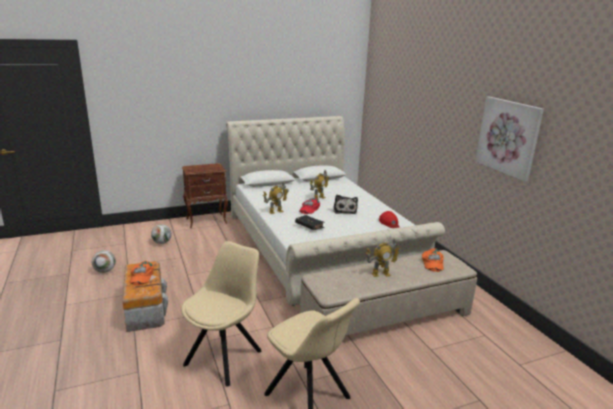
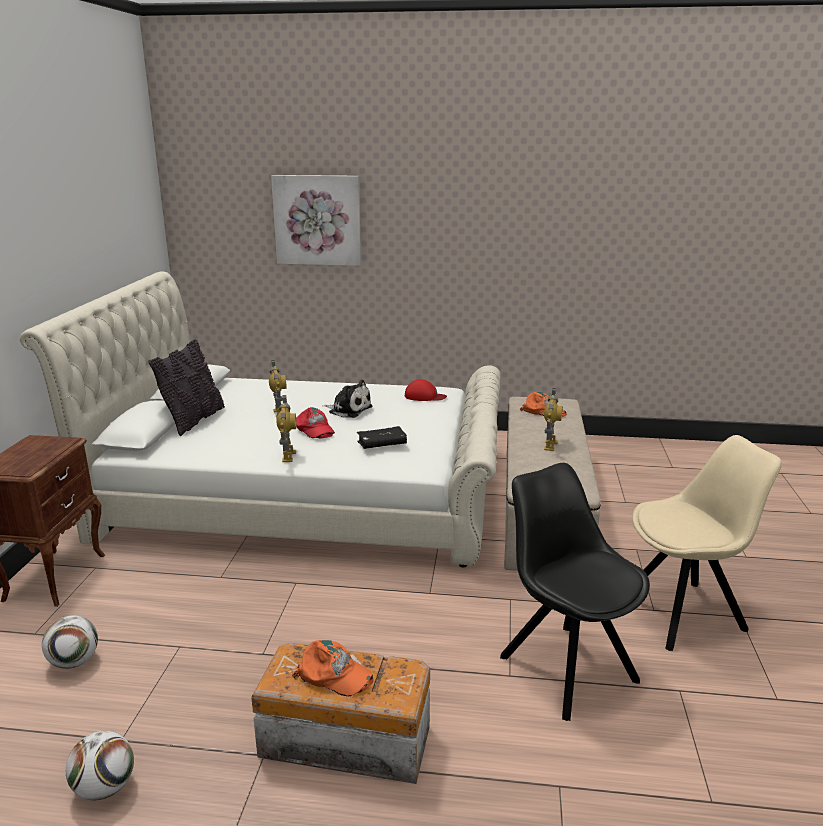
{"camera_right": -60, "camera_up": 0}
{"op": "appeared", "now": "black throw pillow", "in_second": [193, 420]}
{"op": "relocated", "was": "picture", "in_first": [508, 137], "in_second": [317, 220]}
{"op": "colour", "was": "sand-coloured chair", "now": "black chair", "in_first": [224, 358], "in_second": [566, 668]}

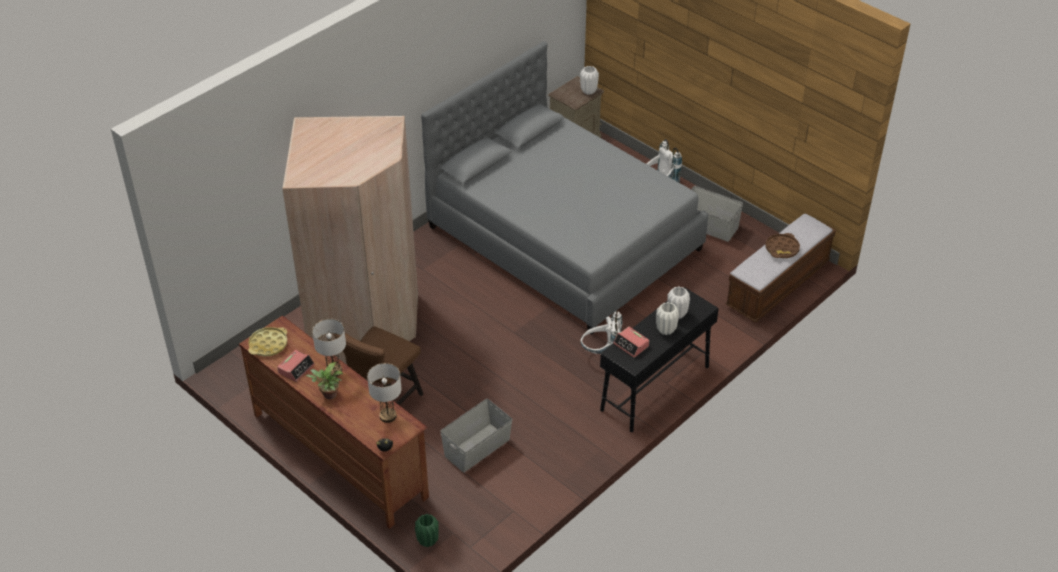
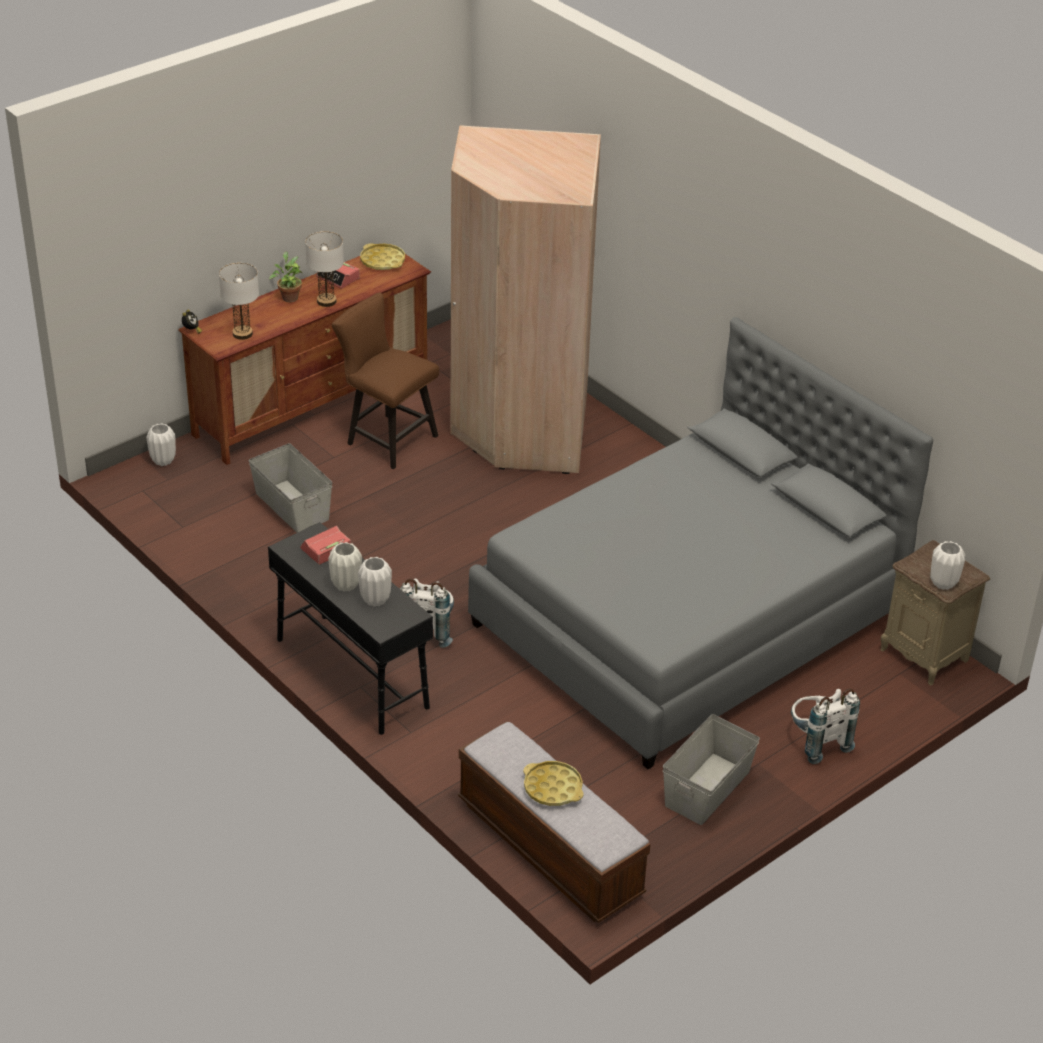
{"camera_right": 95, "camera_up": -5}
{"op": "colour", "was": "green decorative vase", "now": "white-coloured decorative vase", "in_first": [427, 541], "in_second": [163, 461]}
{"op": "colour", "was": "brownish carrying tray", "now": "yellow carrying tray", "in_first": [782, 249], "in_second": [553, 788]}

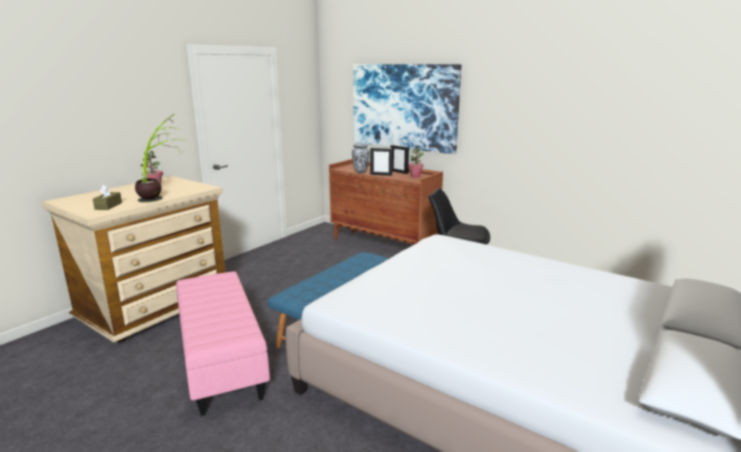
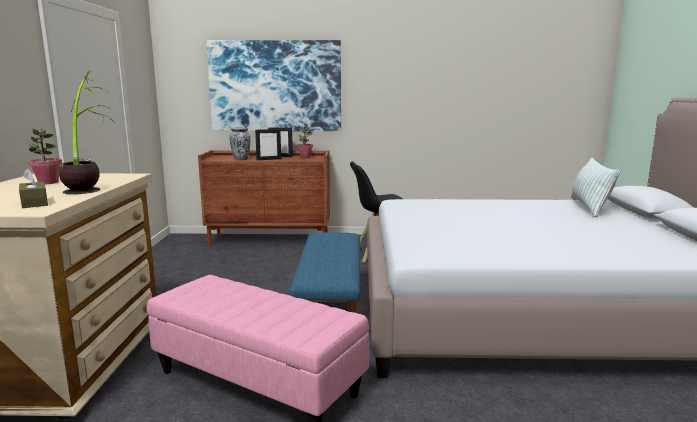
{"camera_right": -35, "camera_up": -5}
{"op": "appeared", "now": "throw pillow", "in_second": [589, 207]}

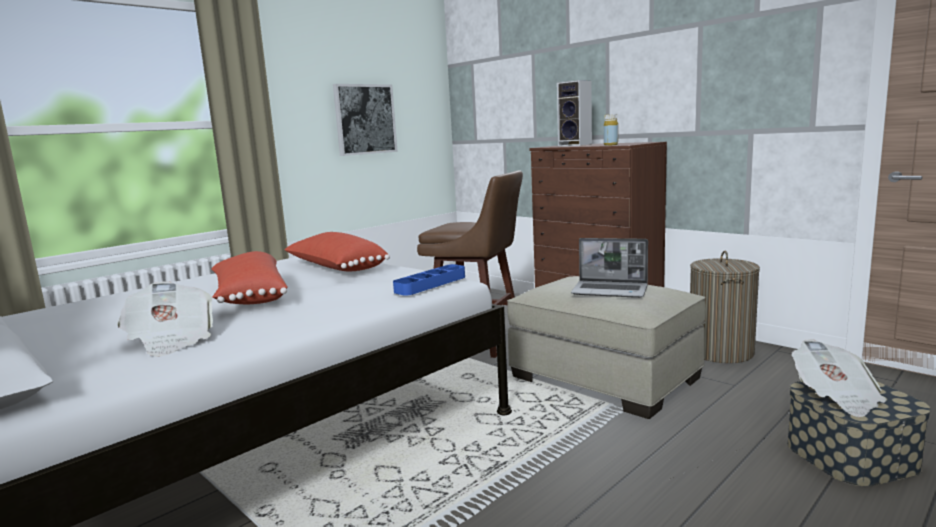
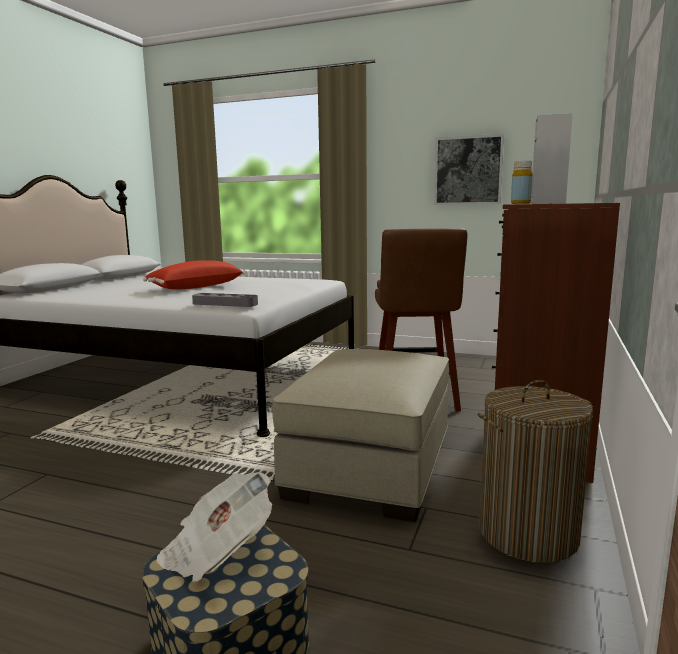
{"camera_right": 65, "camera_up": 0}
{"op": "missing", "was": "newspaper", "in_first": [171, 340]}
{"op": "missing", "was": "red throw pillow", "in_first": [336, 268]}
{"op": "missing", "was": "notebook computer", "in_first": [611, 291]}
{"op": "colour", "was": "blue carrying tray", "now": "greyish carrying tray", "in_first": [430, 284], "in_second": [225, 304]}

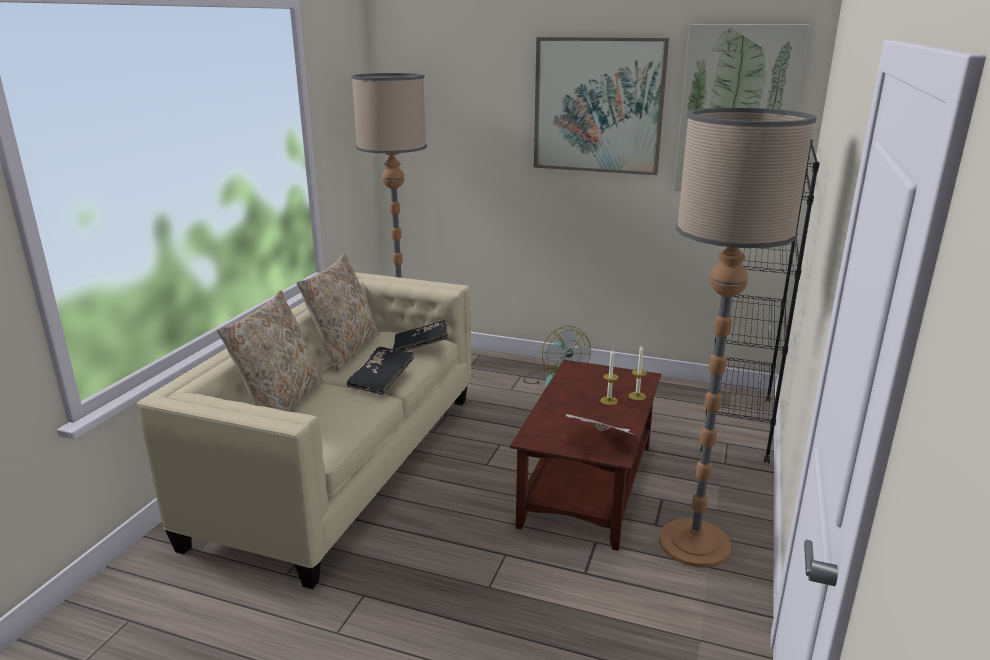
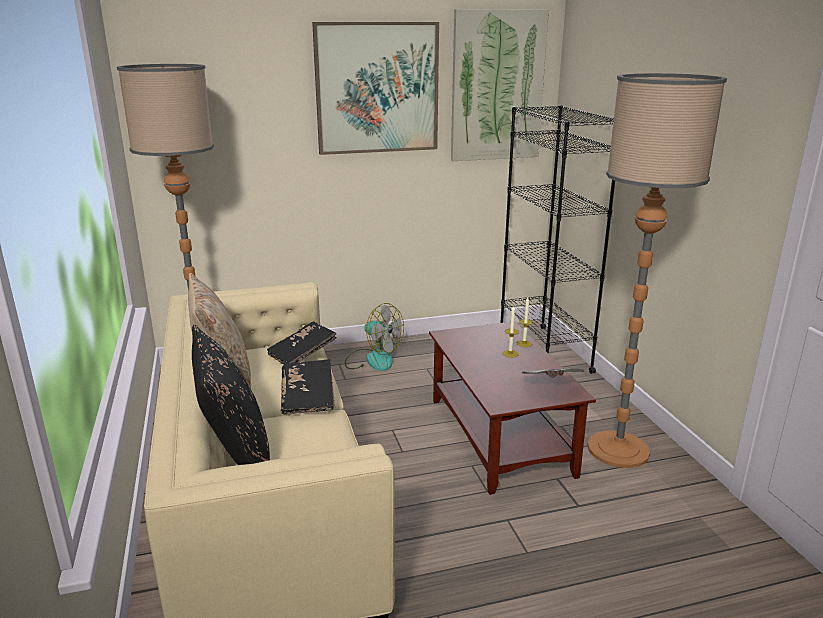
{"camera_right": -35, "camera_up": 0}
{"op": "colour", "was": "sand-coloured throw pillow", "now": "black throw pillow", "in_first": [280, 404], "in_second": [236, 456]}

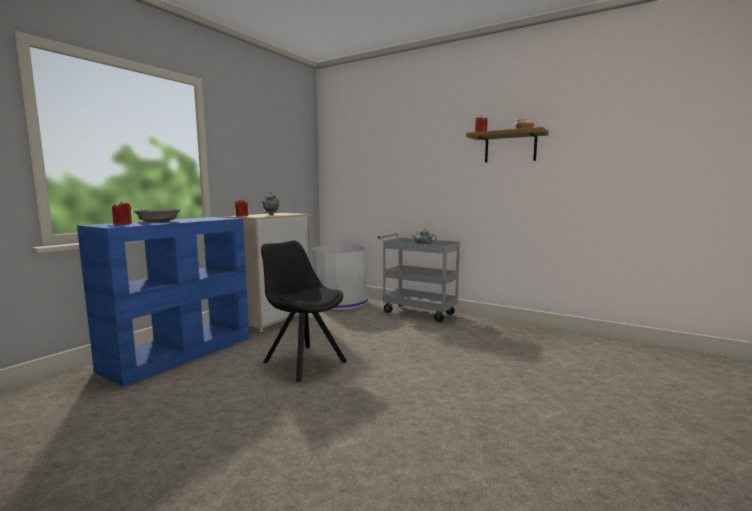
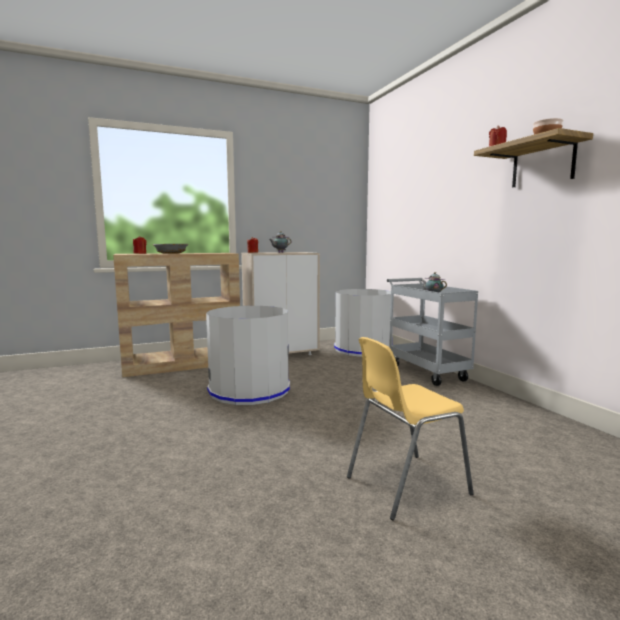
{"camera_right": 35, "camera_up": 0}
{"op": "appeared", "now": "yellow chair", "in_second": [405, 485]}
{"op": "exchanged", "was": "black chair", "now": "greyish rubbish bin", "in_first": [304, 362], "in_second": [249, 390]}
{"op": "colour", "was": "blue shelving unit", "now": "brownish shelving unit", "in_first": [178, 353], "in_second": [182, 364]}

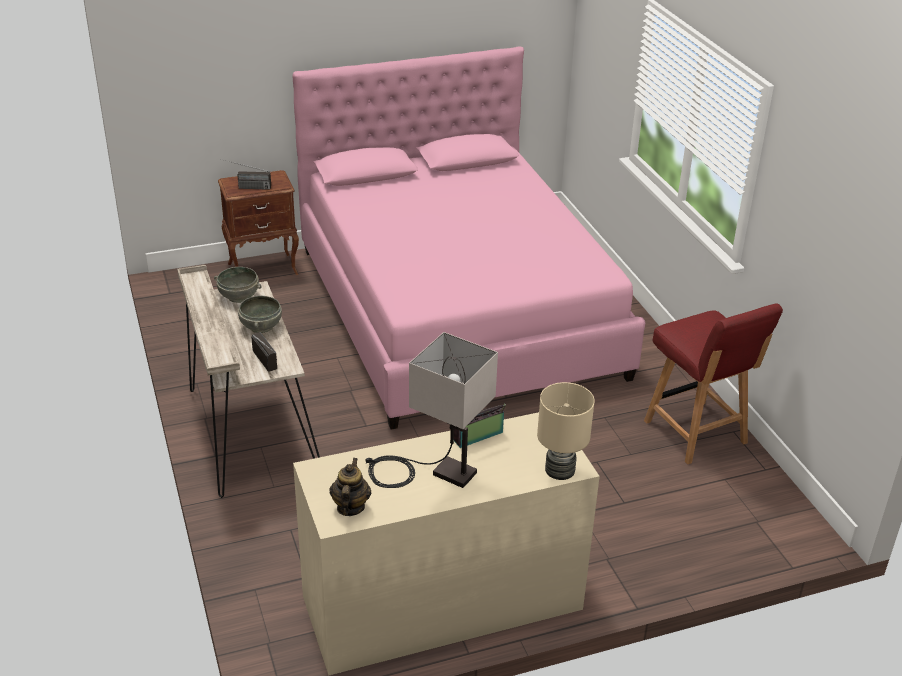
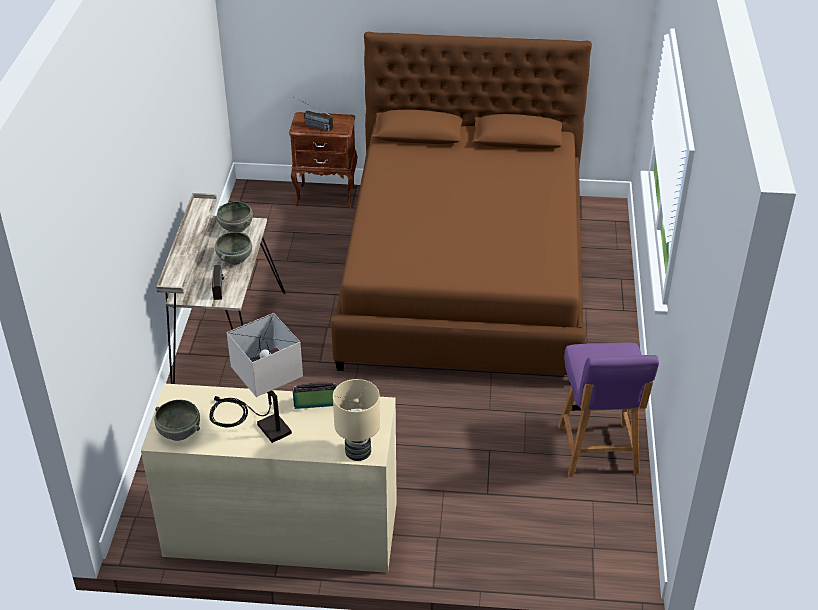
{"camera_right": 25, "camera_up": 5}
{"op": "exchanged", "was": "teapot", "now": "greyish serving bowl", "in_first": [350, 507], "in_second": [178, 432]}
{"op": "colour", "was": "pink sleeping bed", "now": "brownish sleeping bed", "in_first": [457, 311], "in_second": [464, 277]}
{"op": "colour", "was": "red chair", "now": "purple chair", "in_first": [696, 433], "in_second": [598, 451]}

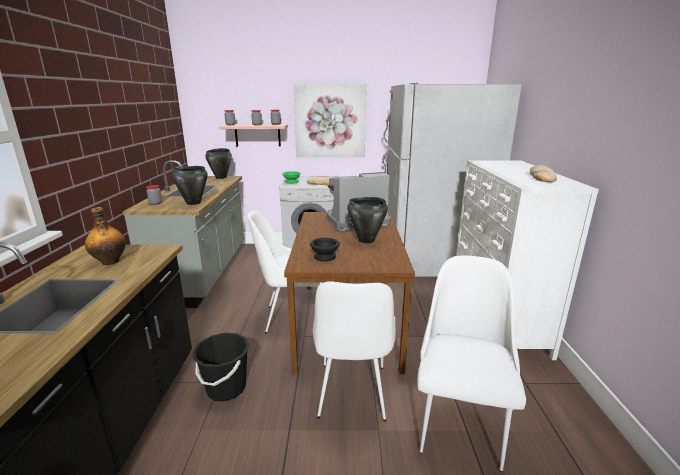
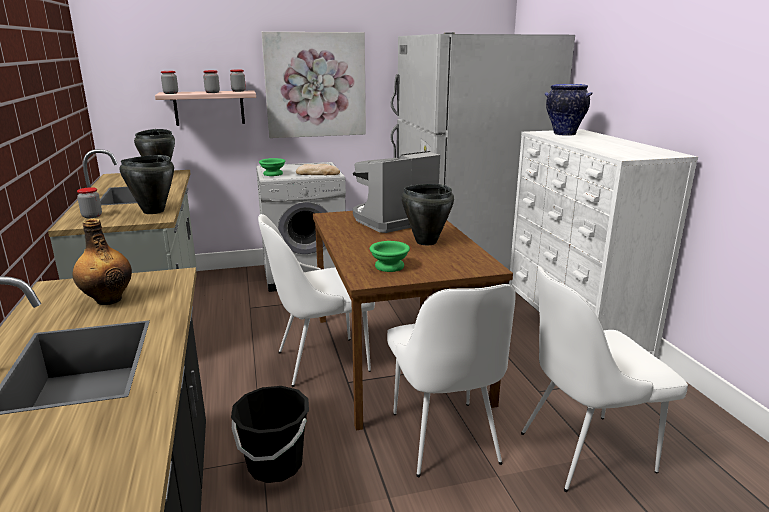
{"camera_right": -15, "camera_up": 0}
{"op": "missing", "was": "baked bread", "in_first": [541, 177]}
{"op": "appeared", "now": "decorative vase", "in_second": [563, 134]}
{"op": "colour", "was": "black serving bowl", "now": "green serving bowl", "in_first": [325, 257], "in_second": [390, 266]}
{"op": "spun", "was": "white-coloured chair", "in_first": [458, 425], "in_second": [585, 452], "clockwise": -105}

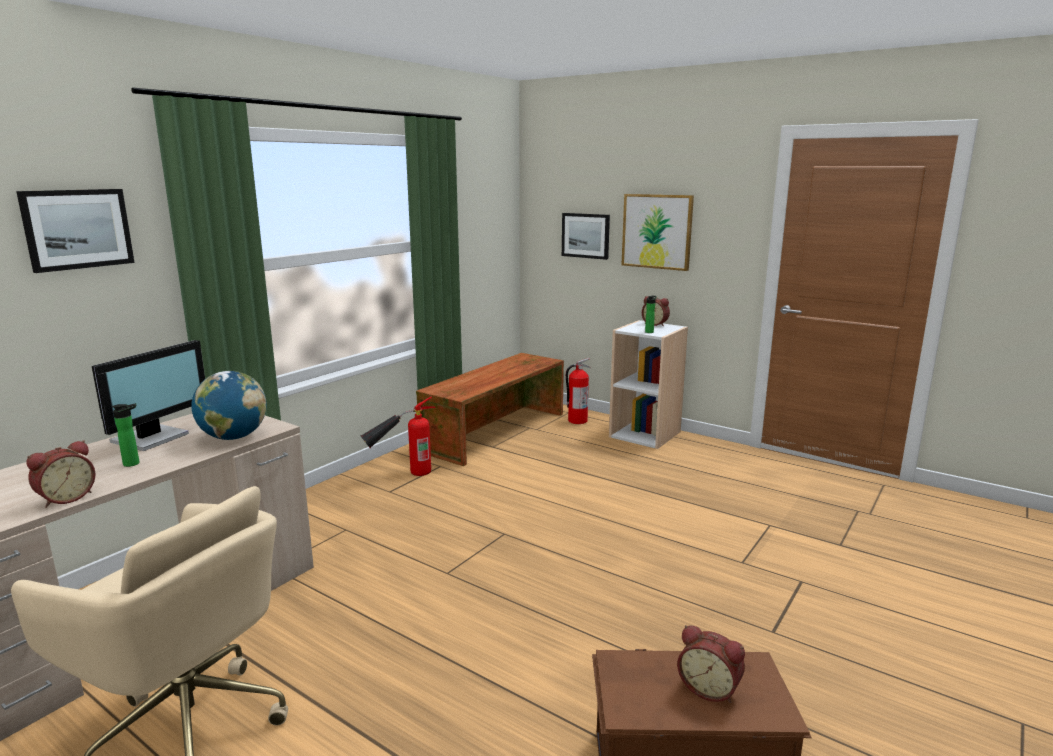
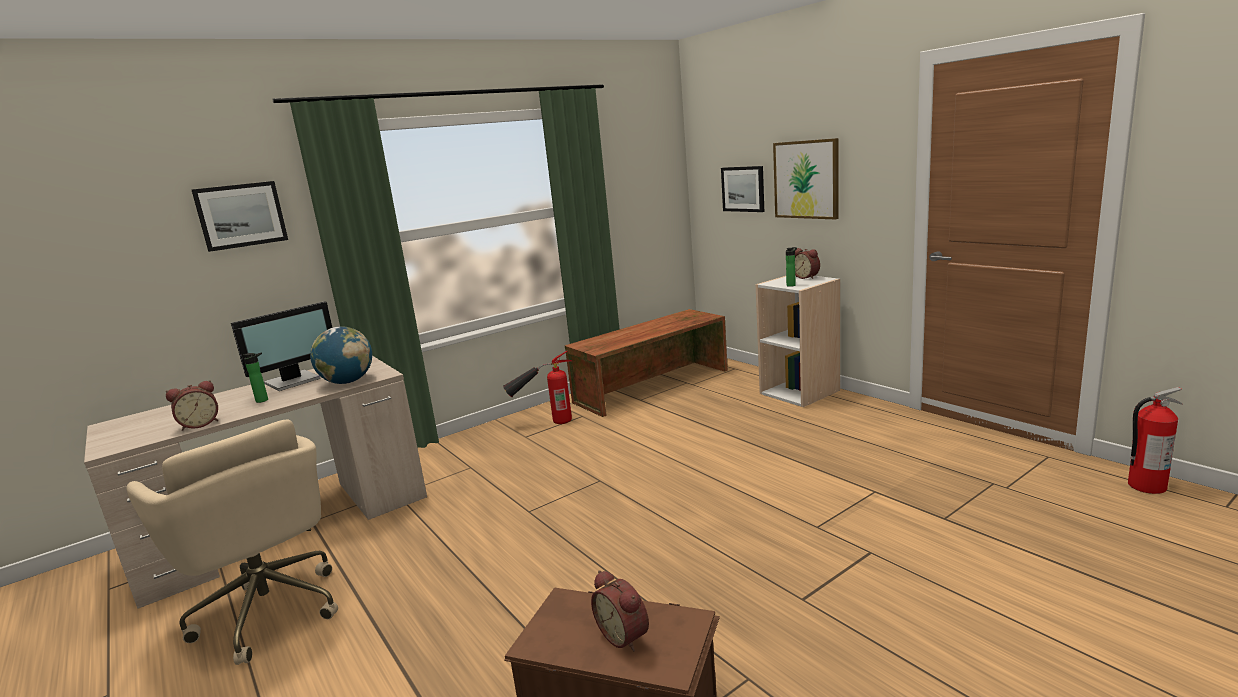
{"camera_right": 20, "camera_up": 0}
{"op": "relocated", "was": "extinguisher", "in_first": [577, 421], "in_second": [1145, 486]}

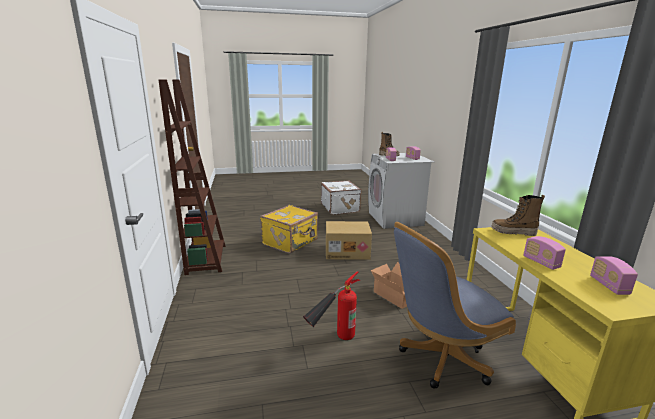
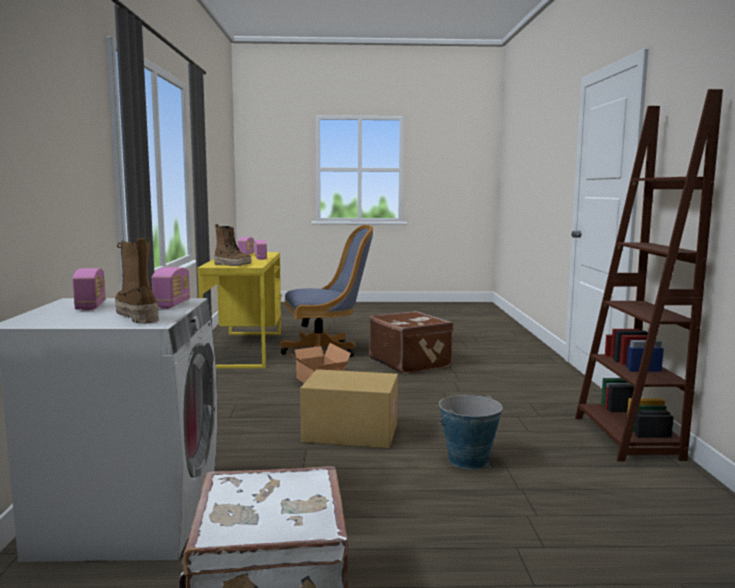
{"camera_right": -170, "camera_up": -10}
{"op": "exchanged", "was": "yellow piece of luggage", "now": "bucket", "in_first": [291, 242], "in_second": [468, 460]}
{"op": "exchanged", "was": "extinguisher", "now": "brownish piece of luggage", "in_first": [332, 341], "in_second": [410, 363]}

